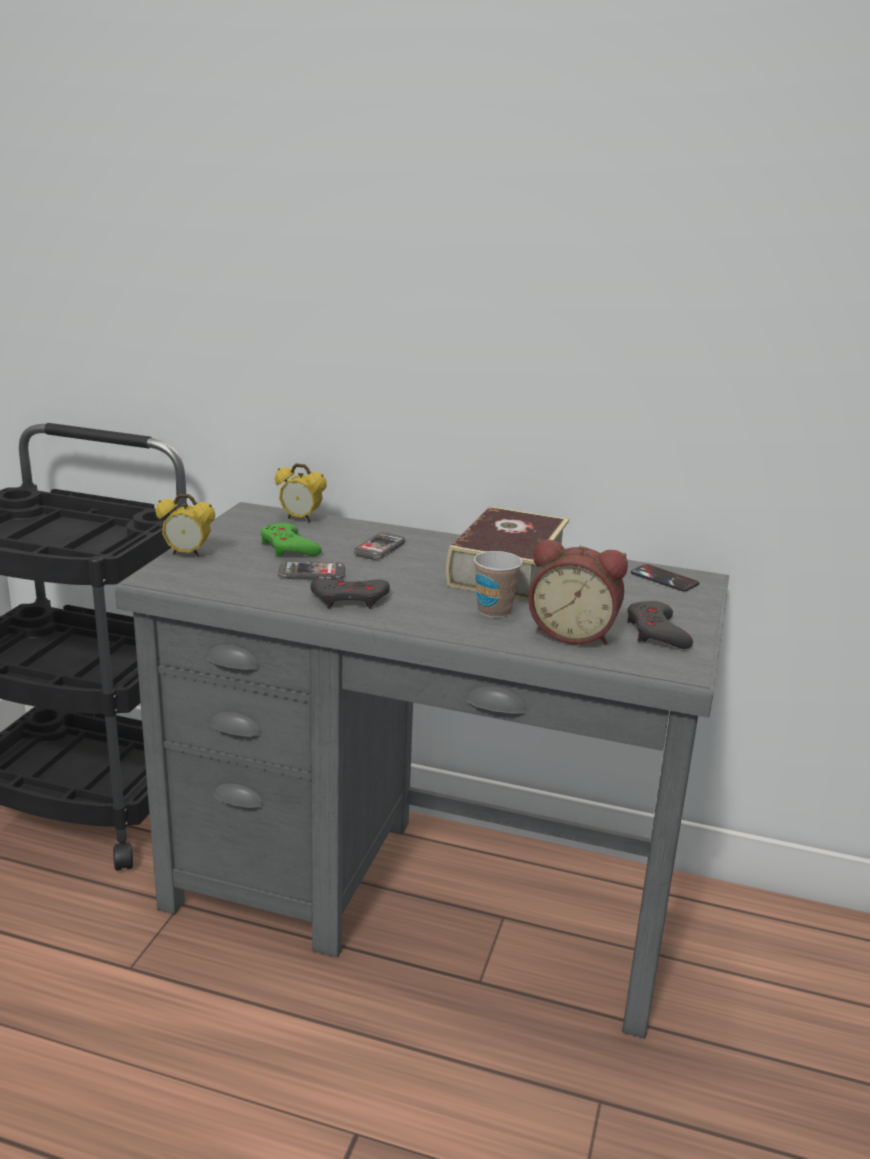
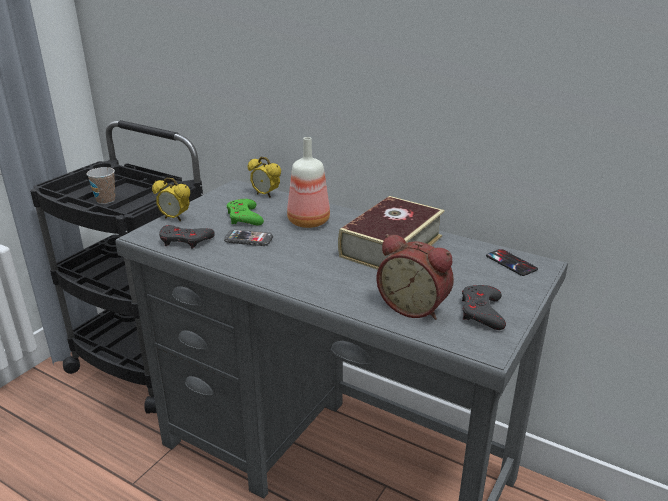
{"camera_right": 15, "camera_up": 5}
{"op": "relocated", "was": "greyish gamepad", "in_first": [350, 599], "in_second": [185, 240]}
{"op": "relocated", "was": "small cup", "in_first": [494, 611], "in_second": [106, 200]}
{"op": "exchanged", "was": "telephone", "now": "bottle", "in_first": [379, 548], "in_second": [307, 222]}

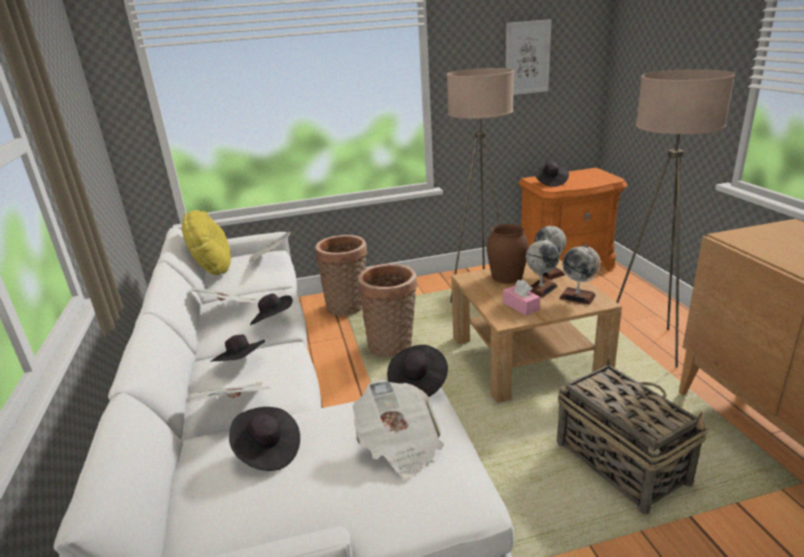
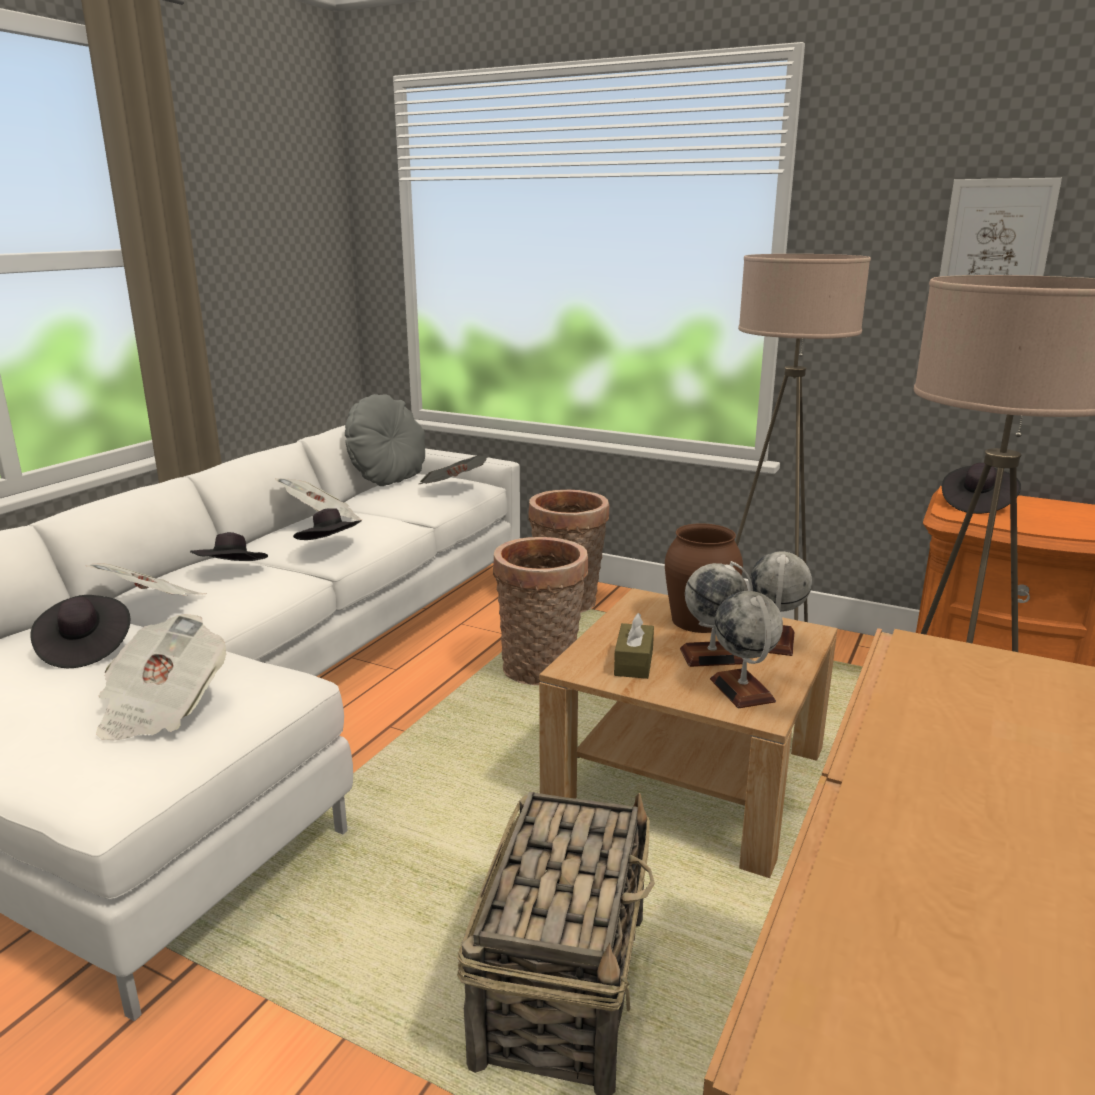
{"camera_right": 40, "camera_up": -5}
{"op": "missing", "was": "black hat", "in_first": [417, 384]}
{"op": "colour", "was": "yellow throw pillow", "now": "greyish throw pillow", "in_first": [214, 270], "in_second": [388, 481]}
{"op": "colour", "was": "pink tissue box", "now": "brownish tissue box", "in_first": [521, 306], "in_second": [633, 662]}

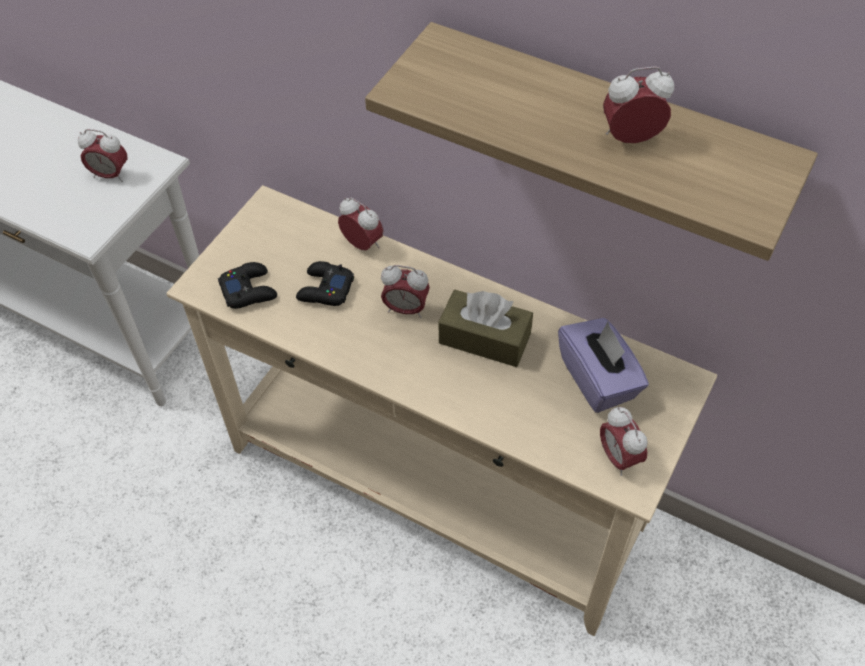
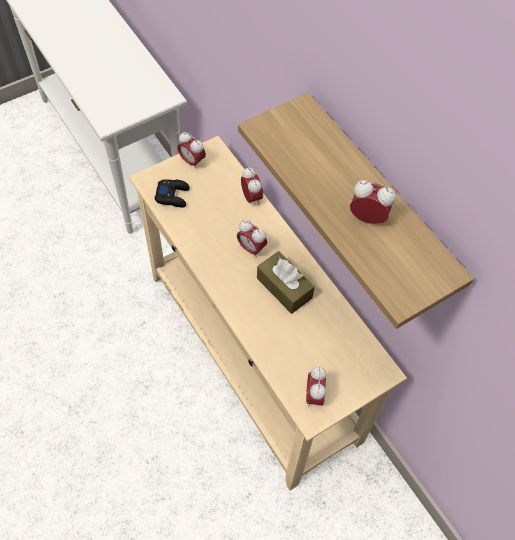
{"camera_right": 25, "camera_up": 5}
{"op": "missing", "was": "black gamepad", "in_first": [325, 289]}
{"op": "missing", "was": "purple tissue box", "in_first": [598, 379]}
{"op": "relocated", "was": "bedside clock", "in_first": [110, 175], "in_second": [192, 161]}

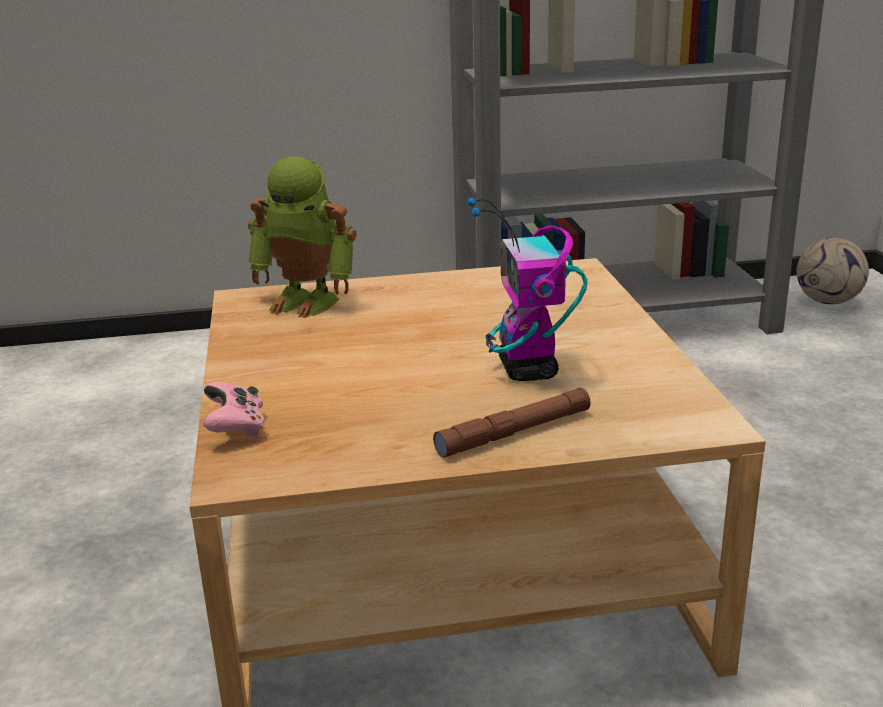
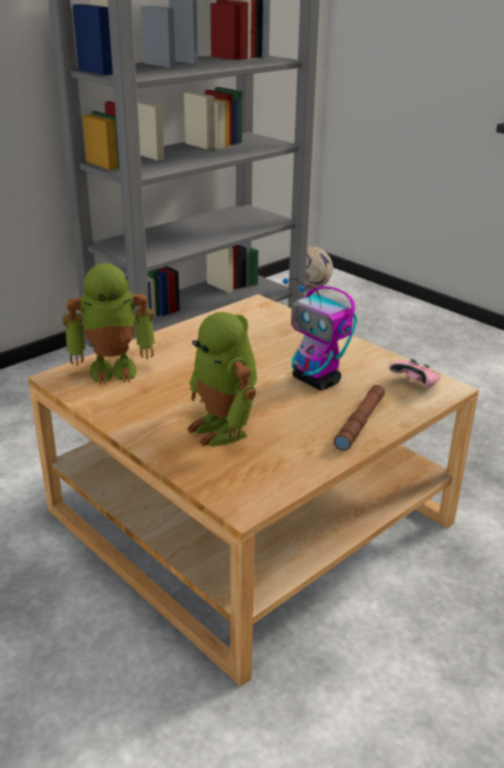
{"camera_right": -35, "camera_up": 5}
{"op": "appeared", "now": "robot figure", "in_second": [224, 429]}
{"op": "relocated", "was": "pink gamepad", "in_first": [236, 428], "in_second": [415, 385]}

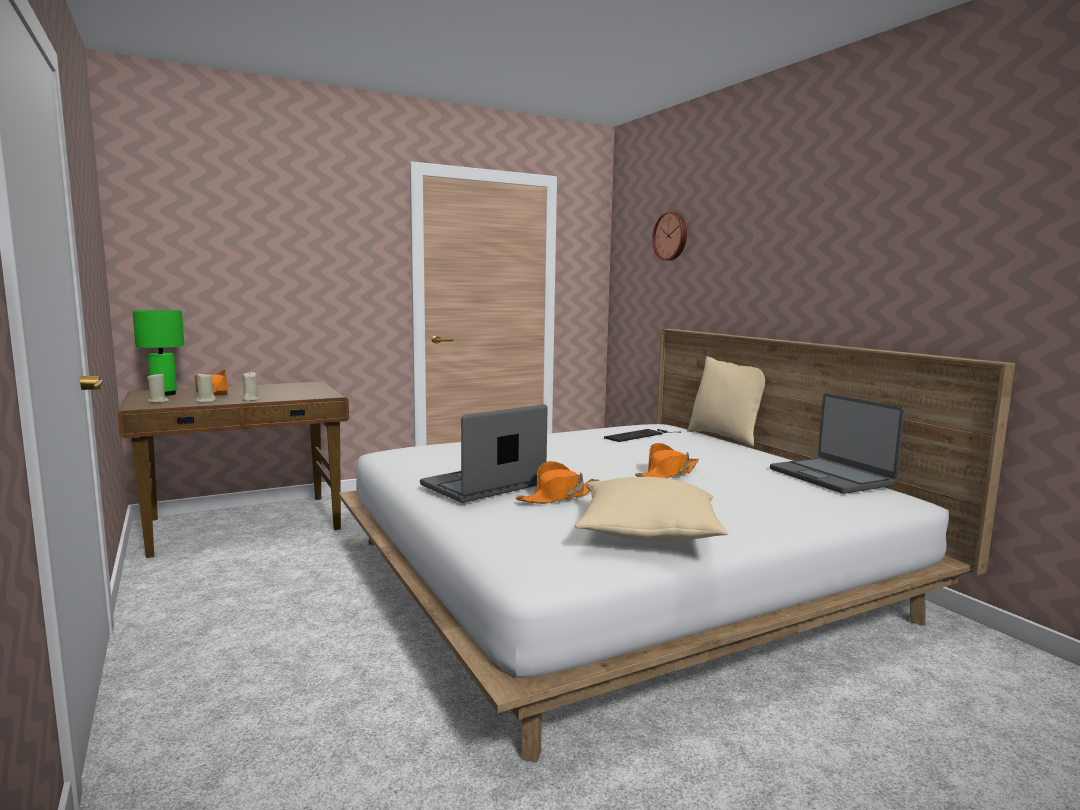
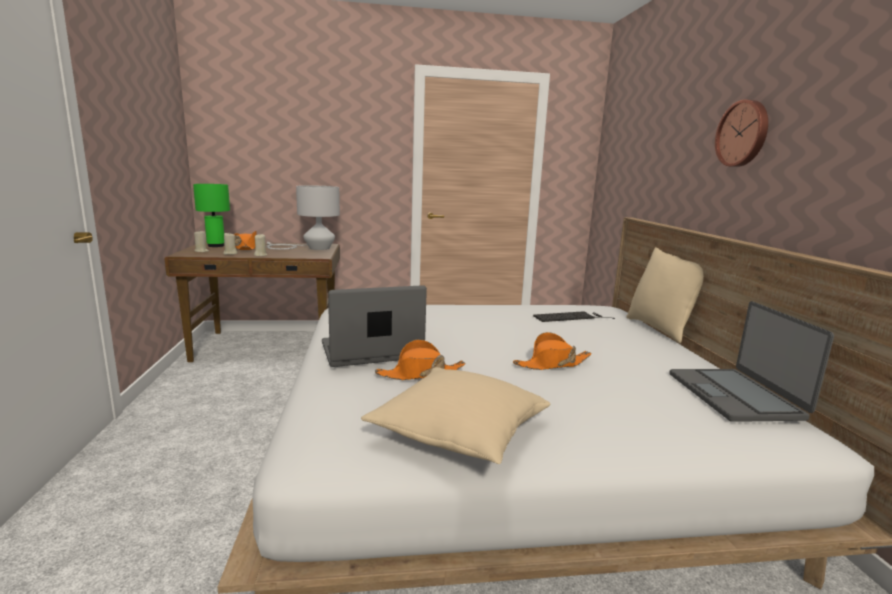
{"camera_right": 20, "camera_up": 5}
{"op": "appeared", "now": "white-coloured lamp for a table", "in_second": [304, 247]}
{"op": "relocated", "was": "hanging clock", "in_first": [671, 236], "in_second": [743, 134]}

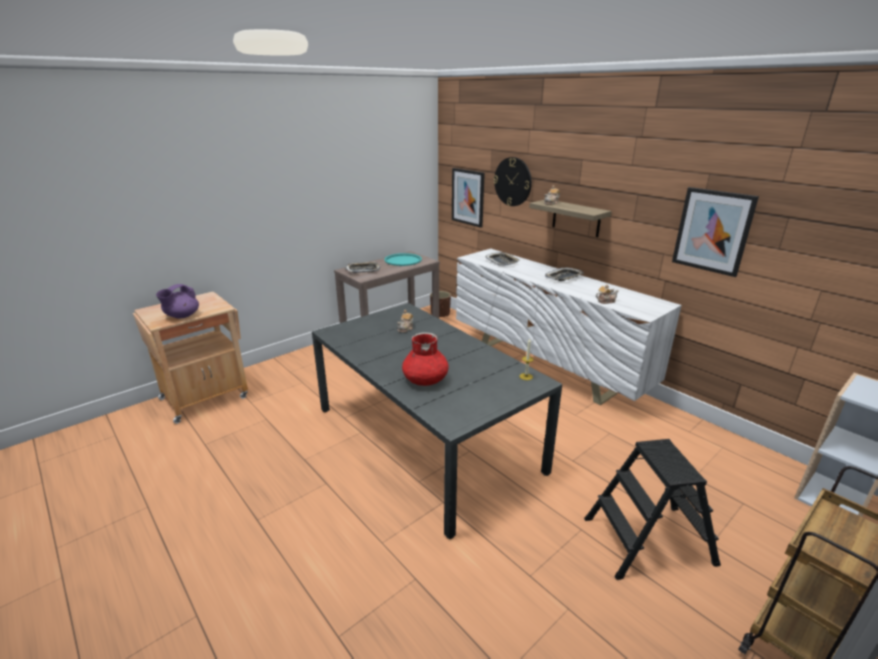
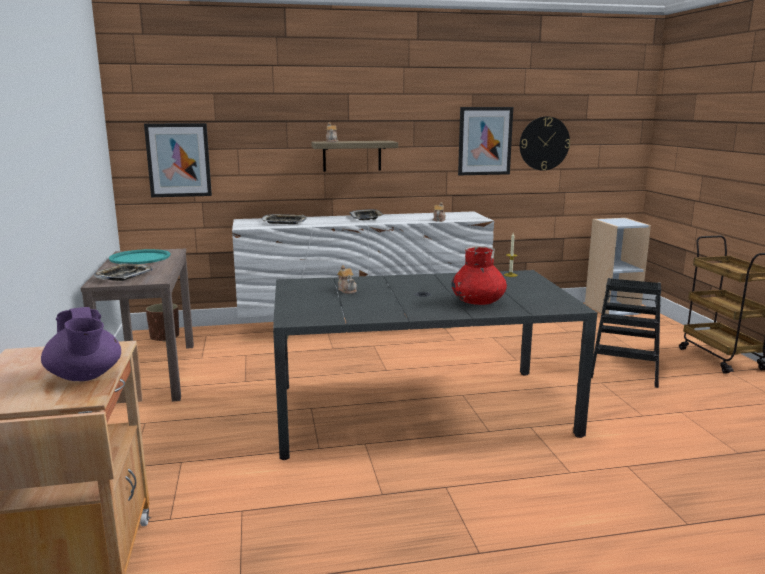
{"camera_right": -60, "camera_up": -10}
{"op": "relocated", "was": "hanging clock", "in_first": [513, 181], "in_second": [544, 143]}

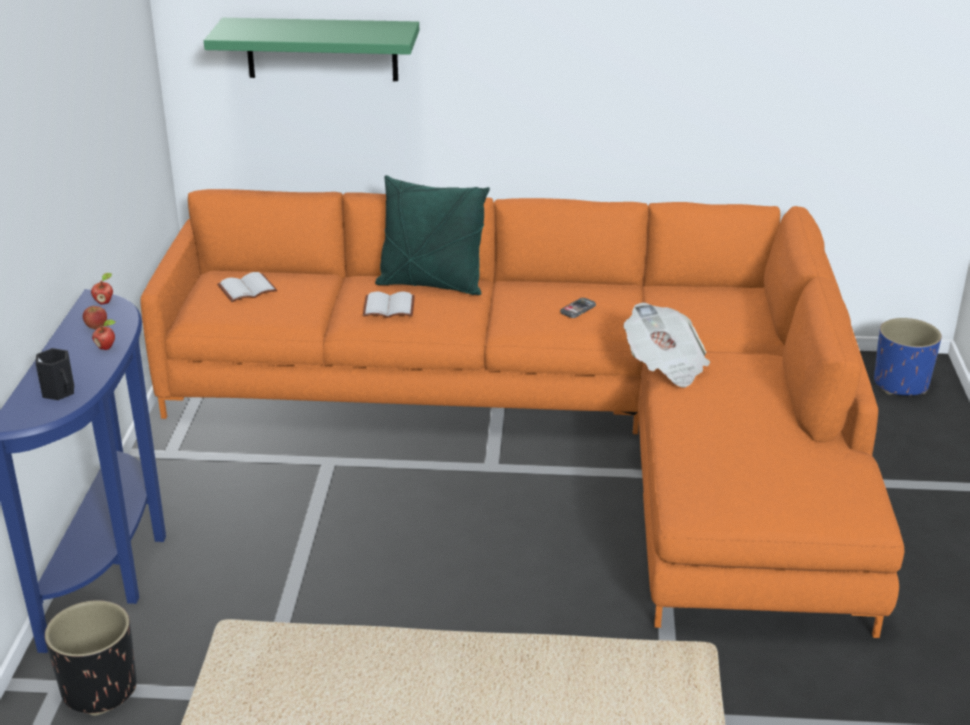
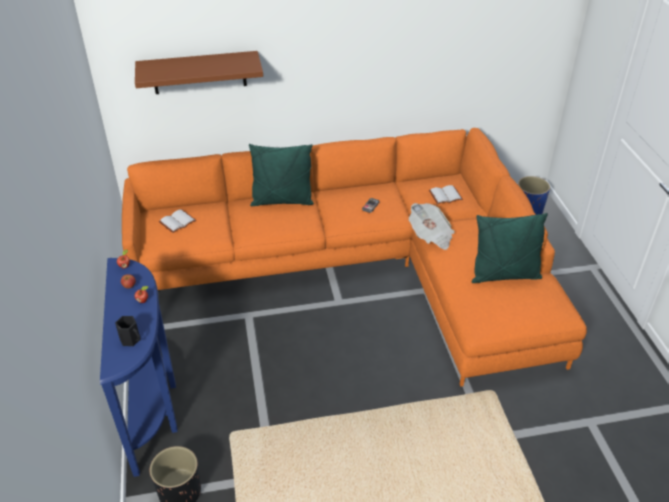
{"camera_right": -15, "camera_up": 10}
{"op": "appeared", "now": "green throw pillow", "in_second": [504, 275]}
{"op": "relocated", "was": "white-coloured volume", "in_first": [390, 306], "in_second": [445, 195]}
{"op": "colour", "was": "green wall shelf", "now": "brownish wall shelf", "in_first": [322, 49], "in_second": [199, 72]}

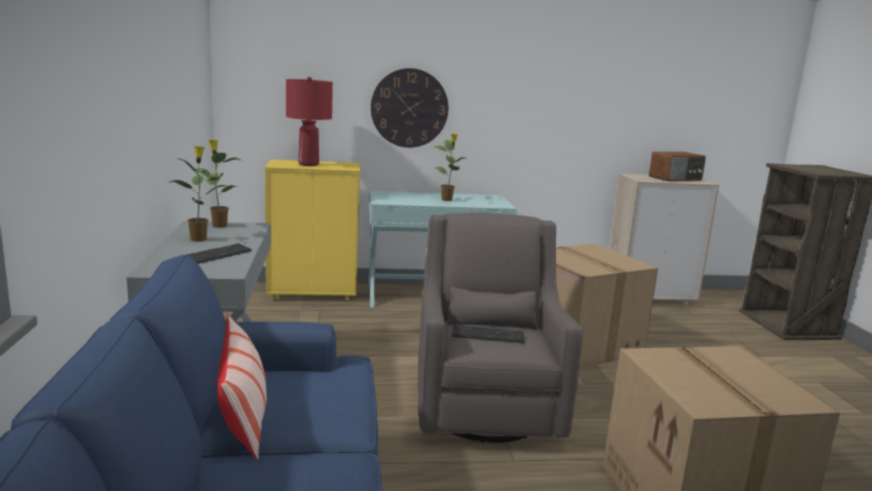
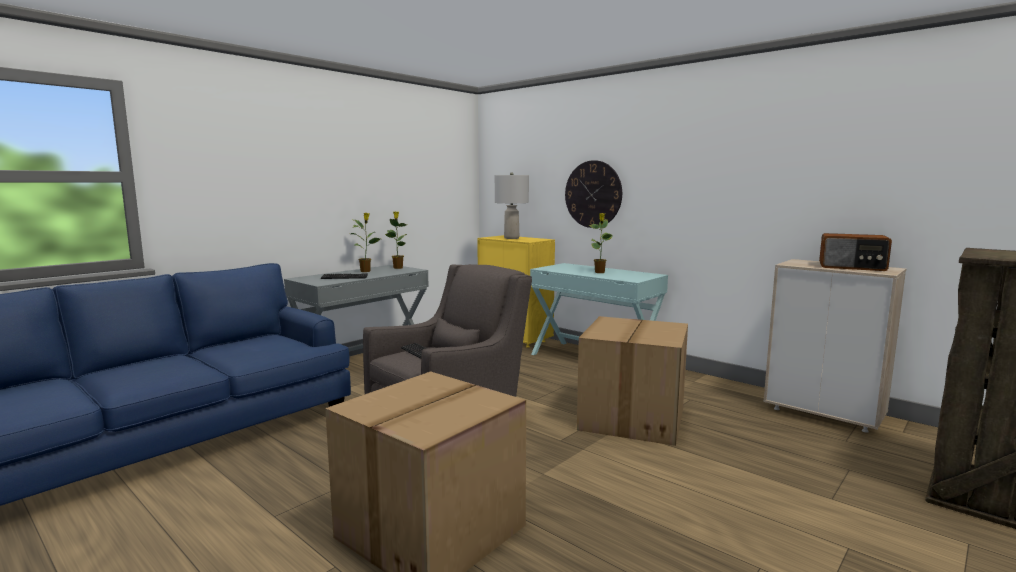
{"camera_right": 50, "camera_up": -5}
{"op": "missing", "was": "throw pillow", "in_first": [243, 414]}
{"op": "colour", "was": "red lamp for a table", "now": "greyish lamp for a table", "in_first": [309, 164], "in_second": [512, 238]}

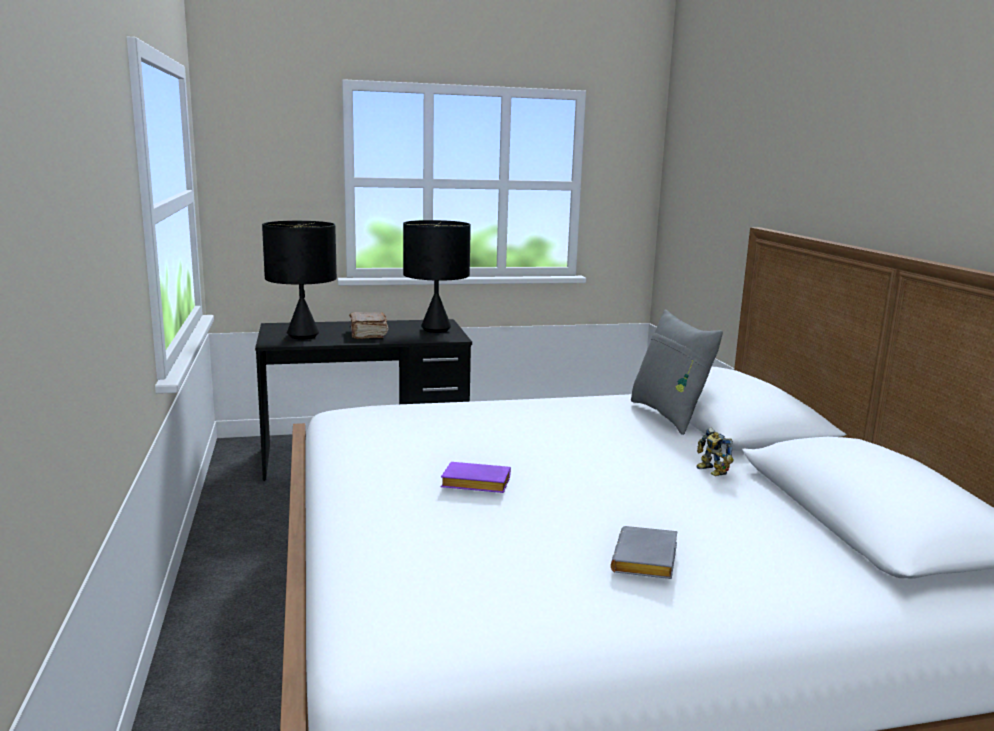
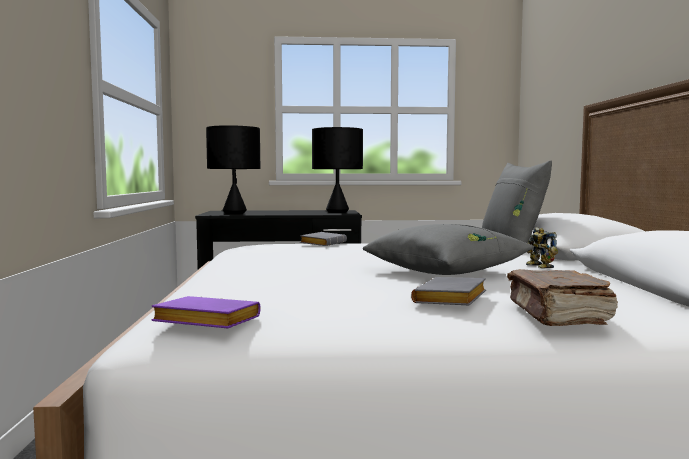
{"camera_right": 10, "camera_up": -10}
{"op": "appeared", "now": "greyish volume", "in_second": [323, 243]}
{"op": "appeared", "now": "greyish throw pillow", "in_second": [445, 272]}
{"op": "relocated", "was": "brownish volume", "in_first": [368, 334], "in_second": [557, 314]}
{"op": "relocated", "was": "purple volume", "in_first": [474, 484], "in_second": [203, 322]}

